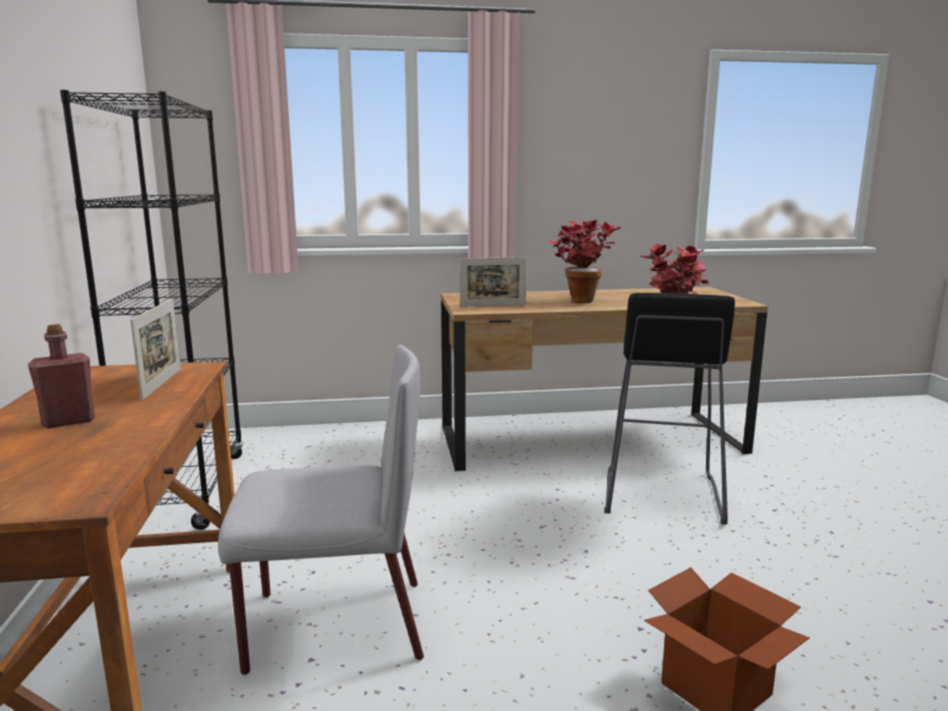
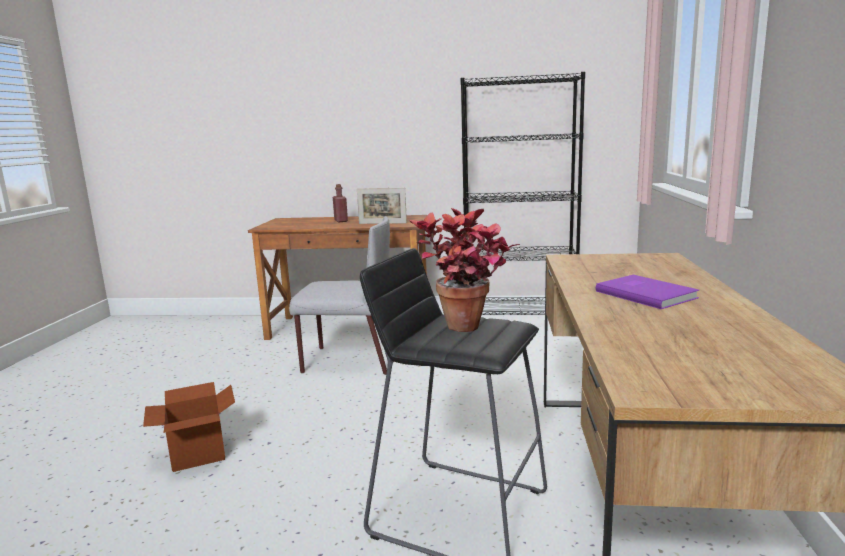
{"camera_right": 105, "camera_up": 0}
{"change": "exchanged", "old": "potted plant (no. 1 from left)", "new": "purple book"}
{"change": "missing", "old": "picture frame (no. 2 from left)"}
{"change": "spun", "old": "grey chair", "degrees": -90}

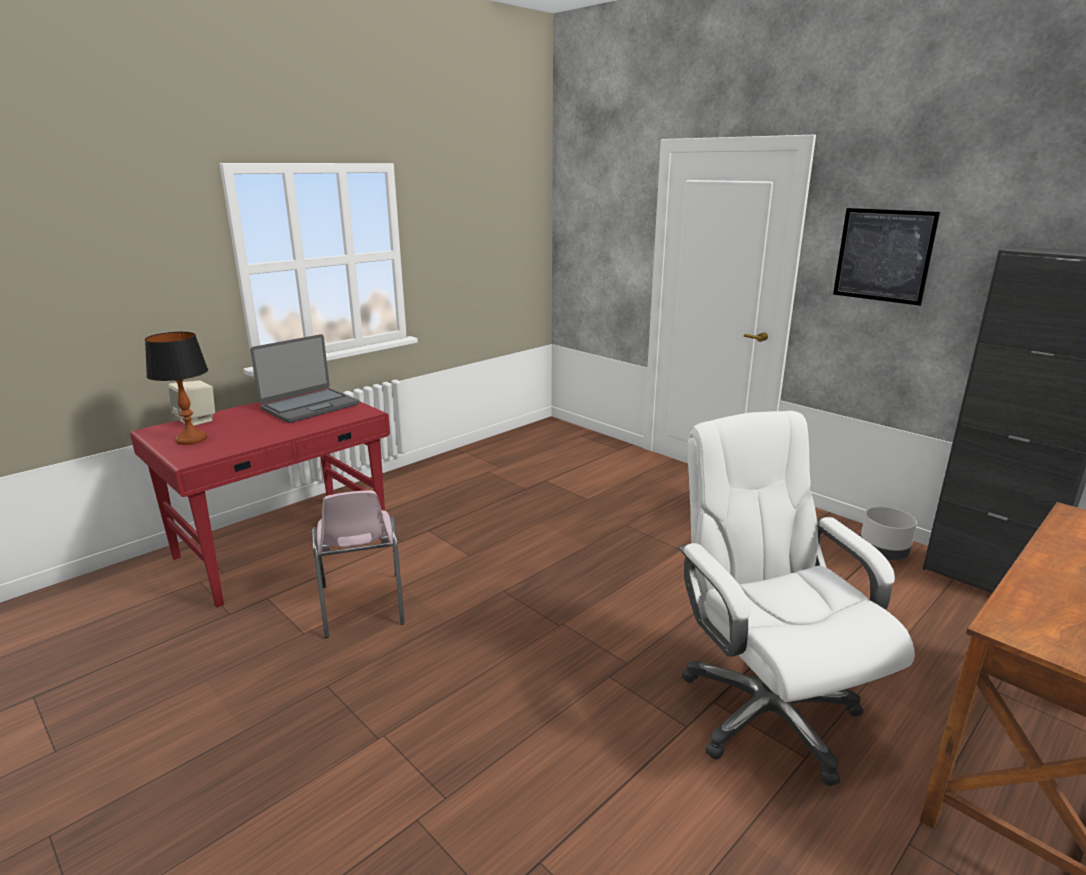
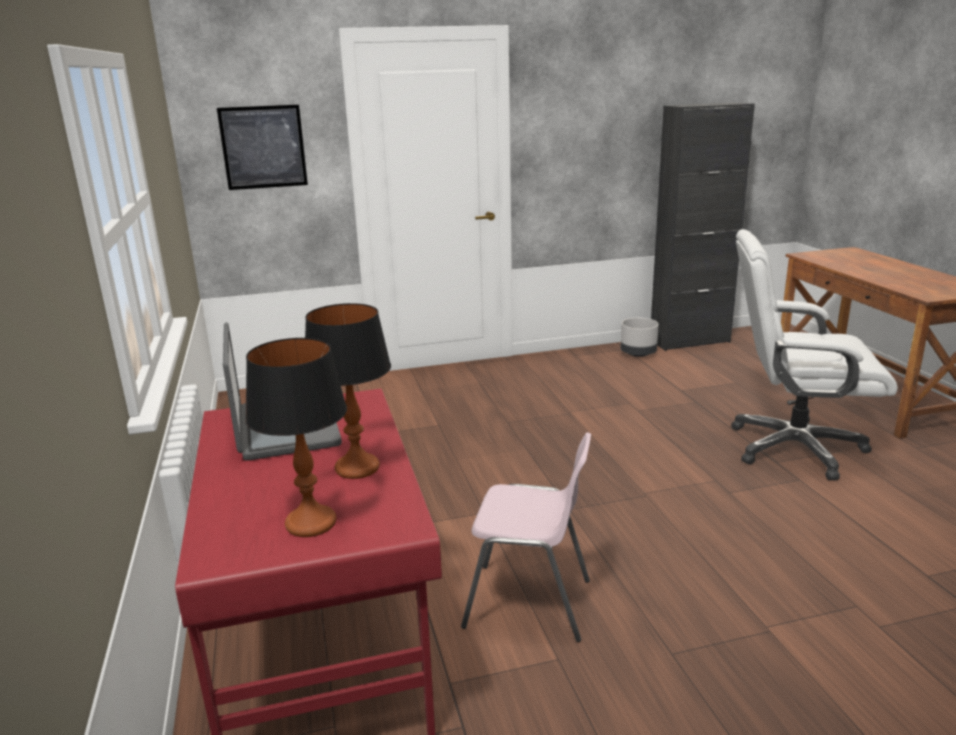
{"camera_right": -60, "camera_up": 0}
{"change": "relocated", "old": "picture"}
{"change": "missing", "old": "beige speaker"}
{"change": "appeared", "new": "table lamp (no. 2 from left)"}

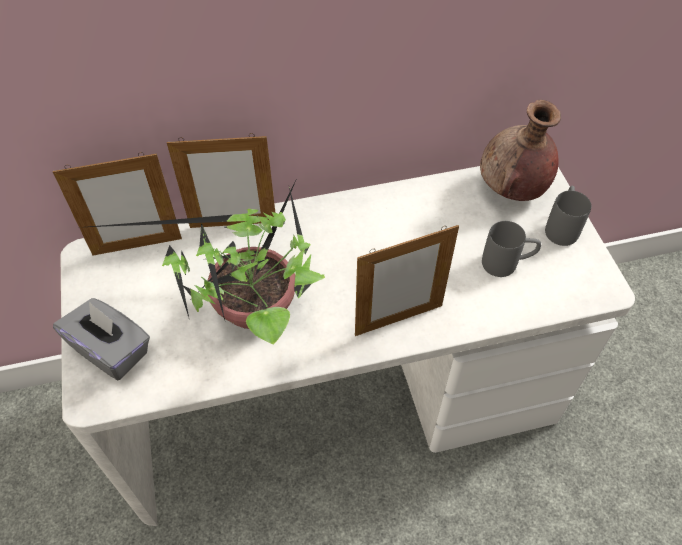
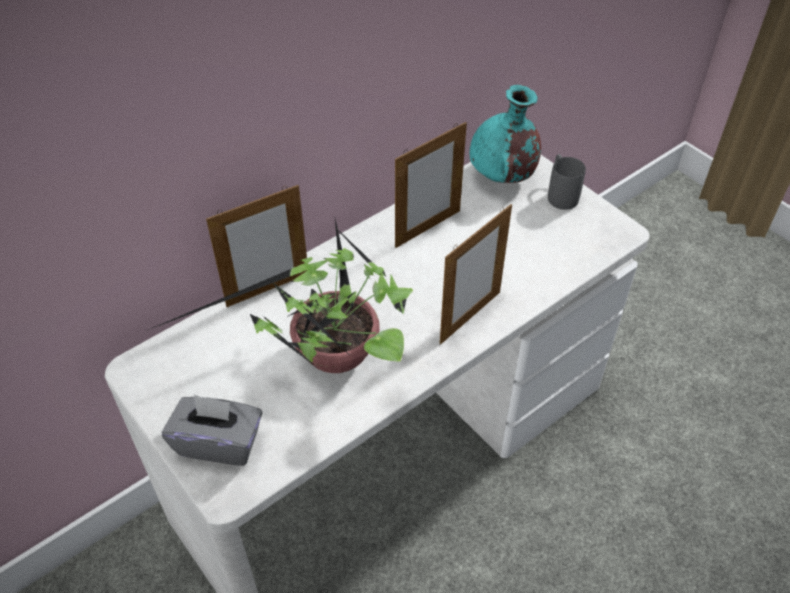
{"camera_right": -25, "camera_up": -5}
{"change": "colour", "old": "brown vase", "new": "turquoise vase"}
{"change": "relocated", "old": "picture frame (no. 1 from left in the first image)", "new": "picture frame (no. 2 from left)"}
{"change": "missing", "old": "grey mug (no. 1 from left)"}

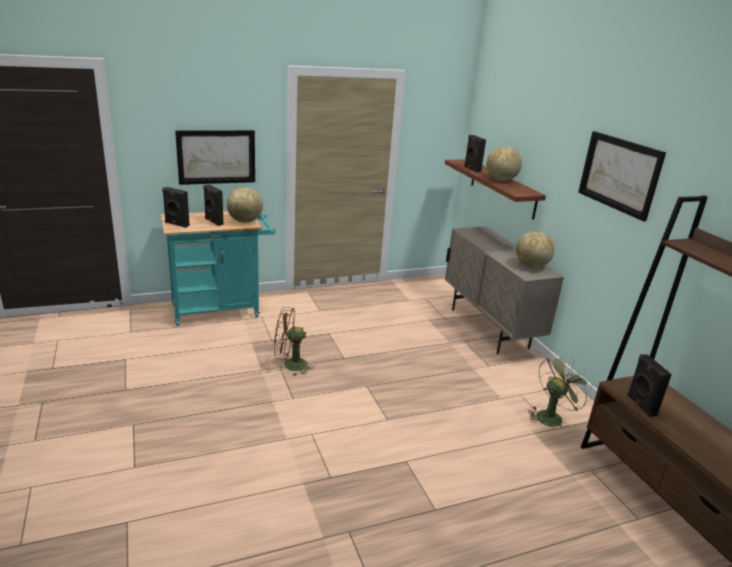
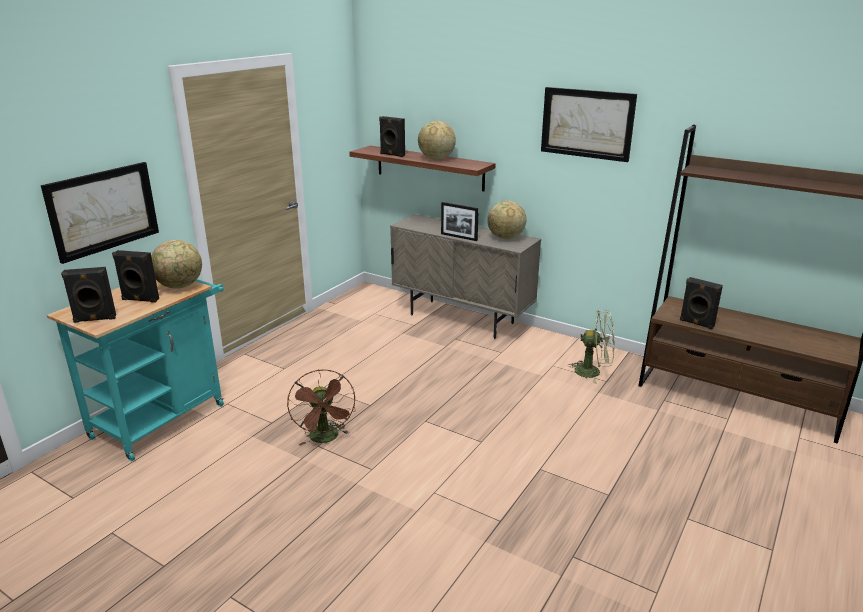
{"camera_right": -35, "camera_up": 0}
{"change": "spun", "old": "brown fan", "degrees": -60}
{"change": "spun", "old": "green fan", "degrees": 90}
{"change": "appeared", "new": "picture frame"}

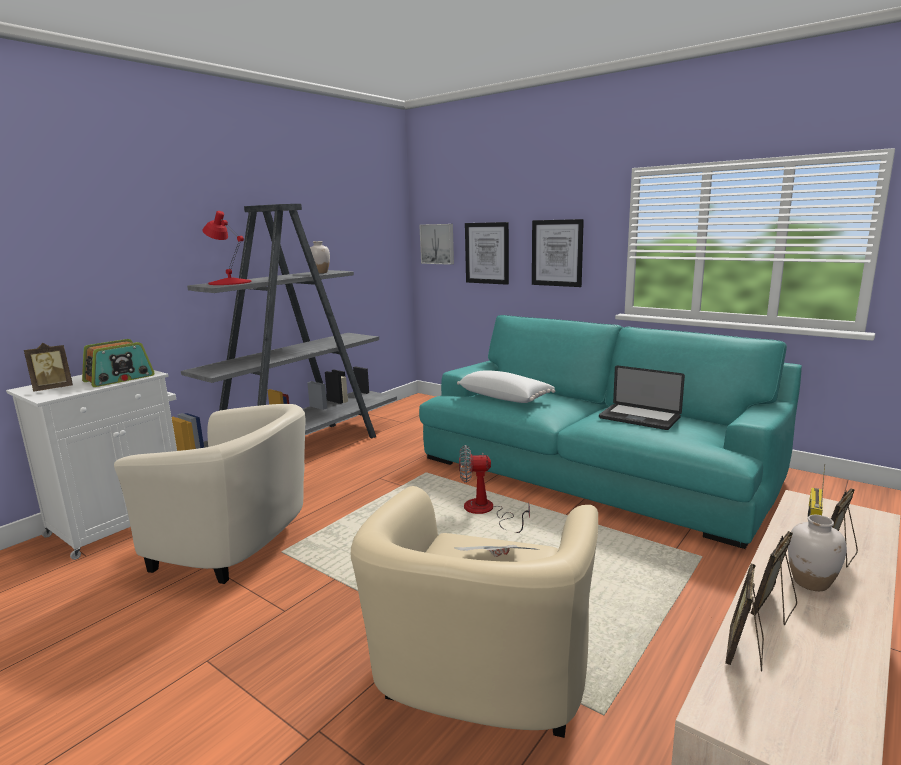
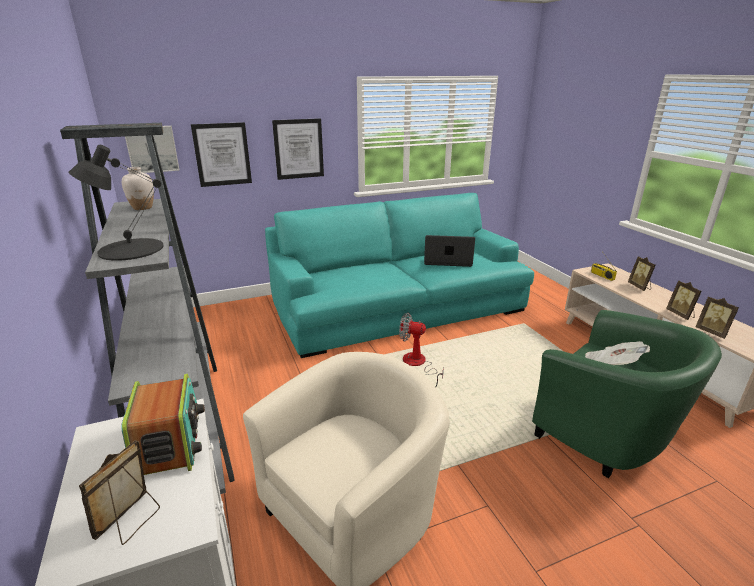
{"camera_right": -60, "camera_up": 10}
{"change": "colour", "old": "red table lamp", "new": "black table lamp"}
{"change": "spun", "old": "picture frame (no. 1 from left)", "degrees": -150}
{"change": "spun", "old": "laptop", "degrees": -150}
{"change": "missing", "old": "white pillow"}
{"change": "spun", "old": "fan", "degrees": 75}
{"change": "colour", "old": "beige armchair (no. 2 from left)", "new": "green armchair"}
{"change": "missing", "old": "white vase (no. 2 from left)"}

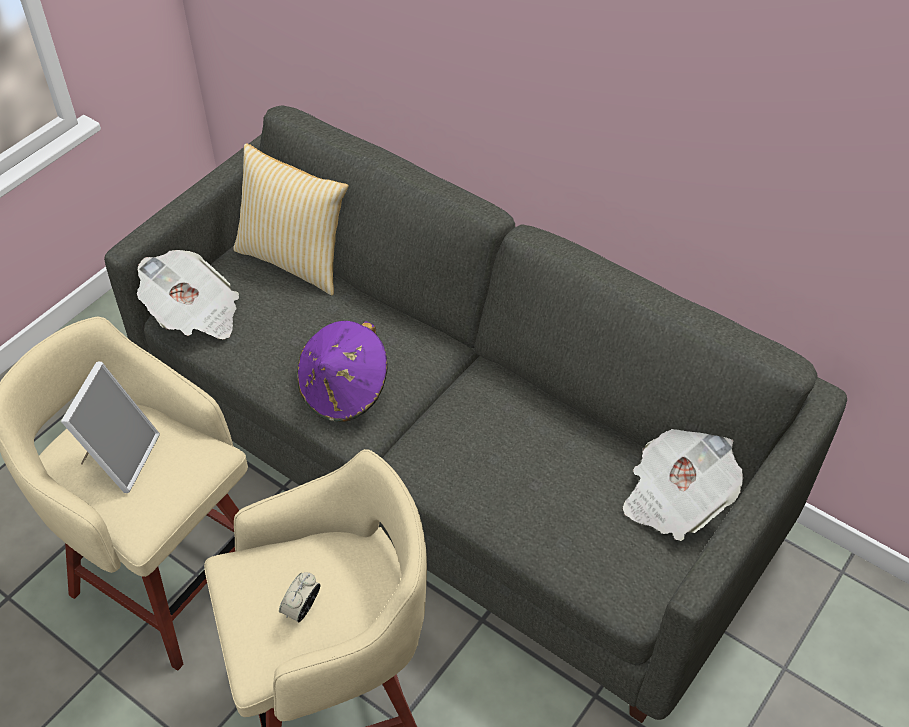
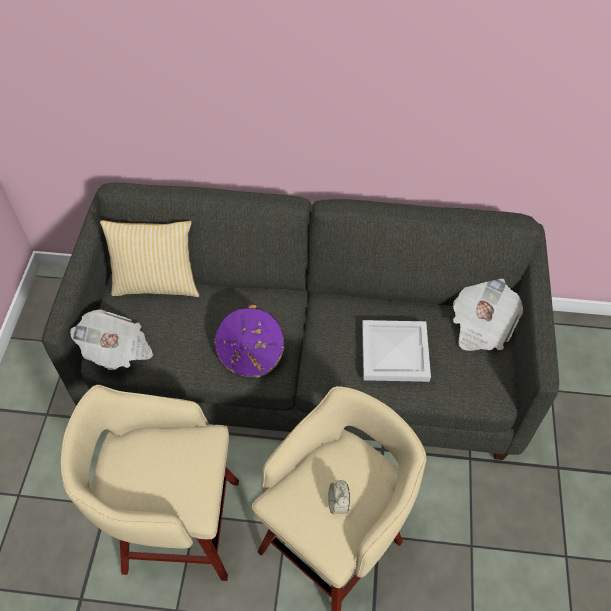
{"camera_right": -30, "camera_up": 5}
{"change": "missing", "old": "picture frame"}
{"change": "appeared", "new": "white tray"}

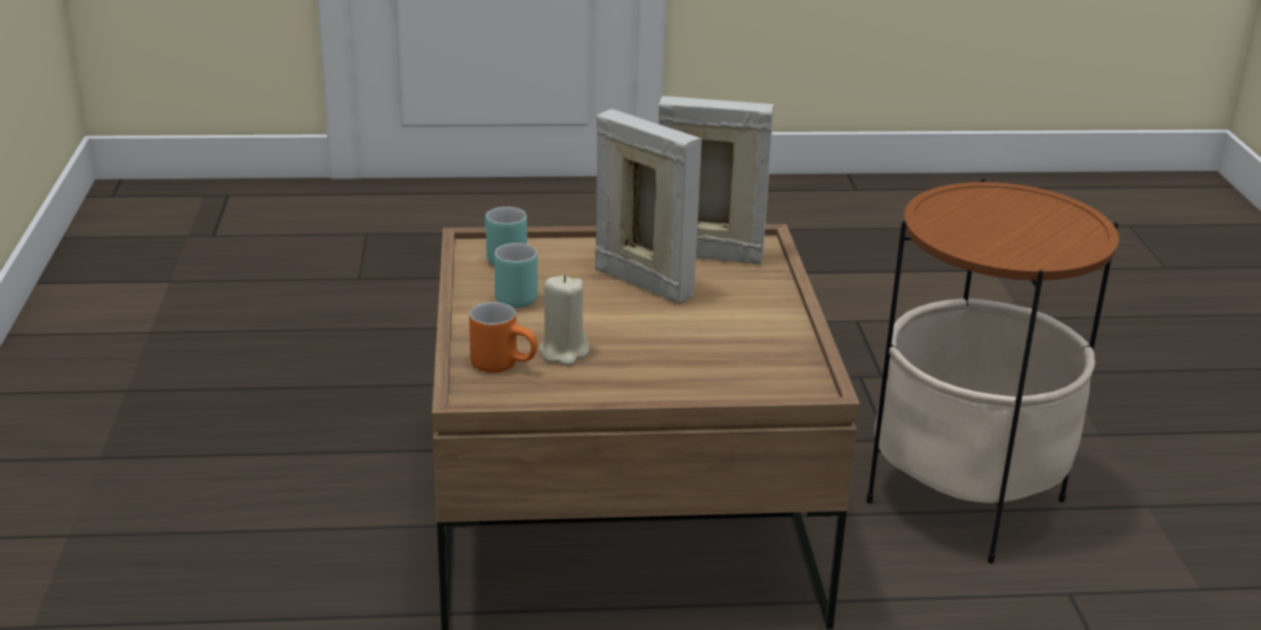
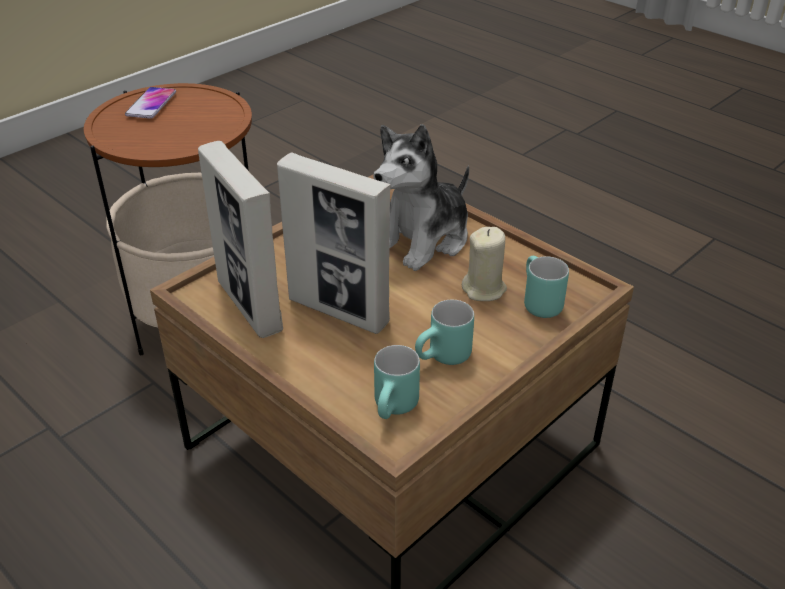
{"camera_right": -130, "camera_up": 10}
{"change": "spun", "old": "picture frame (no. 1 from left in the first image)", "degrees": -60}
{"change": "colour", "old": "orange mug", "new": "turquoise mug (no. 3 from left)"}
{"change": "appeared", "new": "phone"}
{"change": "appeared", "new": "plush toy"}

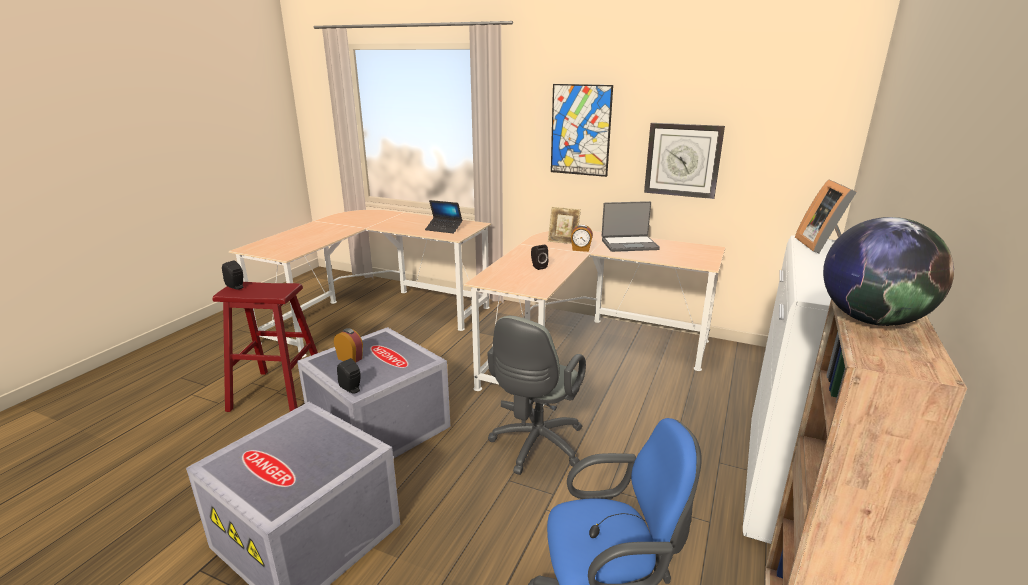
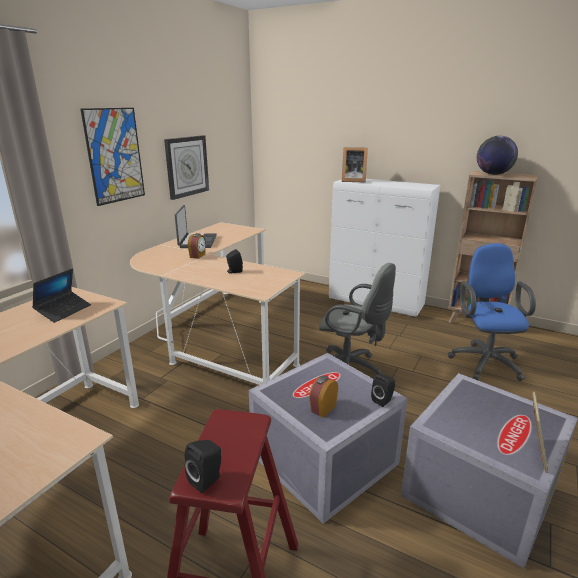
{"camera_right": -85, "camera_up": 0}
{"change": "relocated", "old": "picture frame (no. 1 from left in the first image)", "new": "picture frame (no. 2 from left)"}

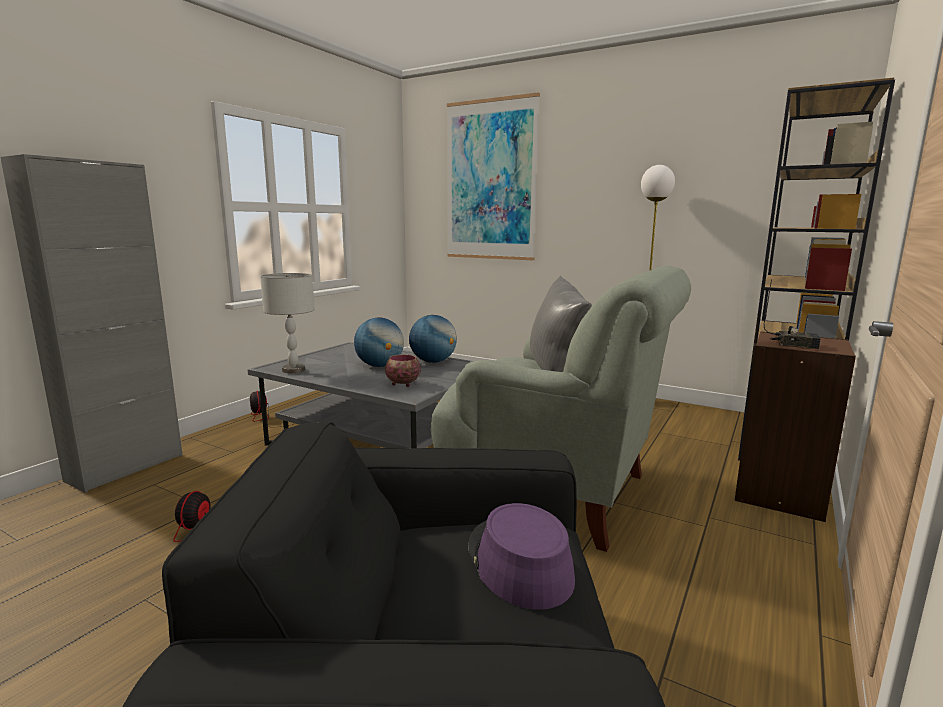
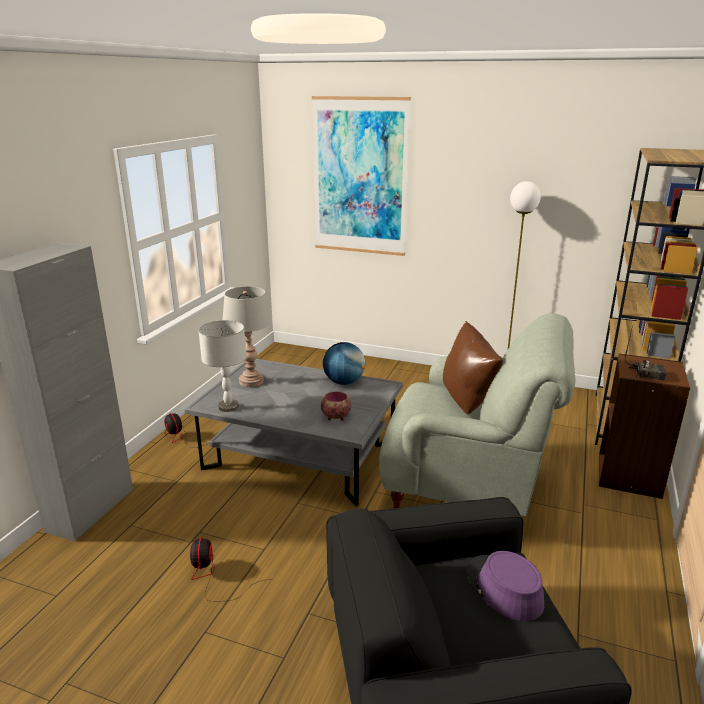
{"camera_right": -10, "camera_up": 10}
{"change": "colour", "old": "grey pillow", "new": "brown pillow"}
{"change": "missing", "old": "globe (no. 1 from left)"}
{"change": "appeared", "new": "grey table lamp (no. 2 from left)"}

